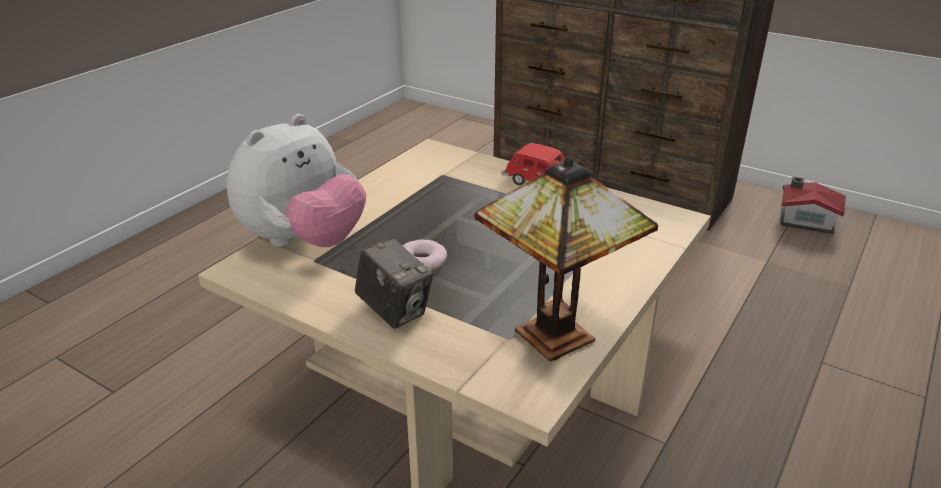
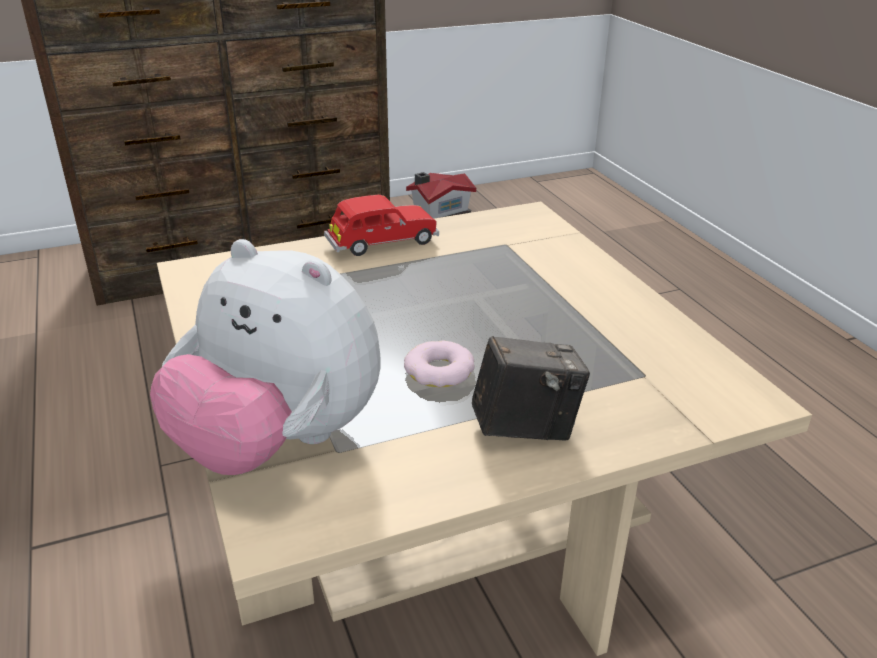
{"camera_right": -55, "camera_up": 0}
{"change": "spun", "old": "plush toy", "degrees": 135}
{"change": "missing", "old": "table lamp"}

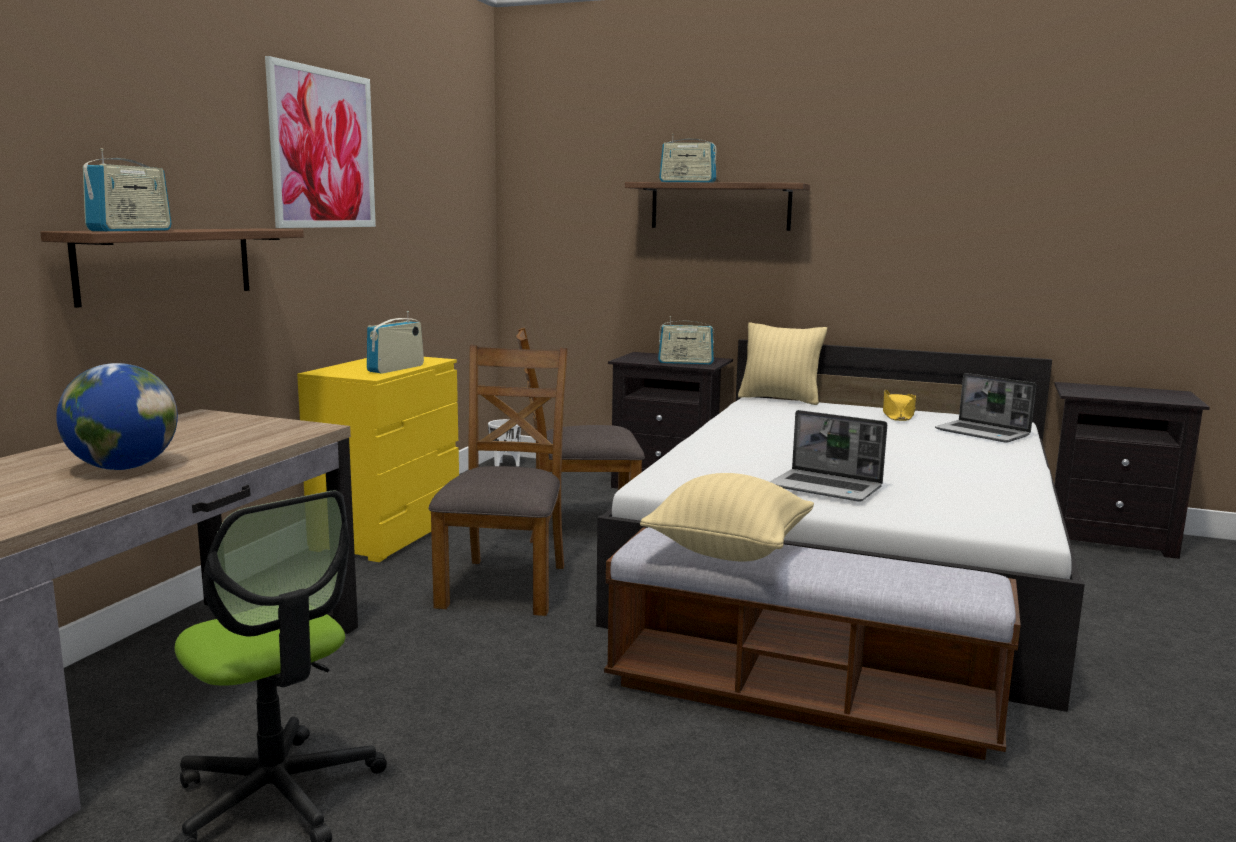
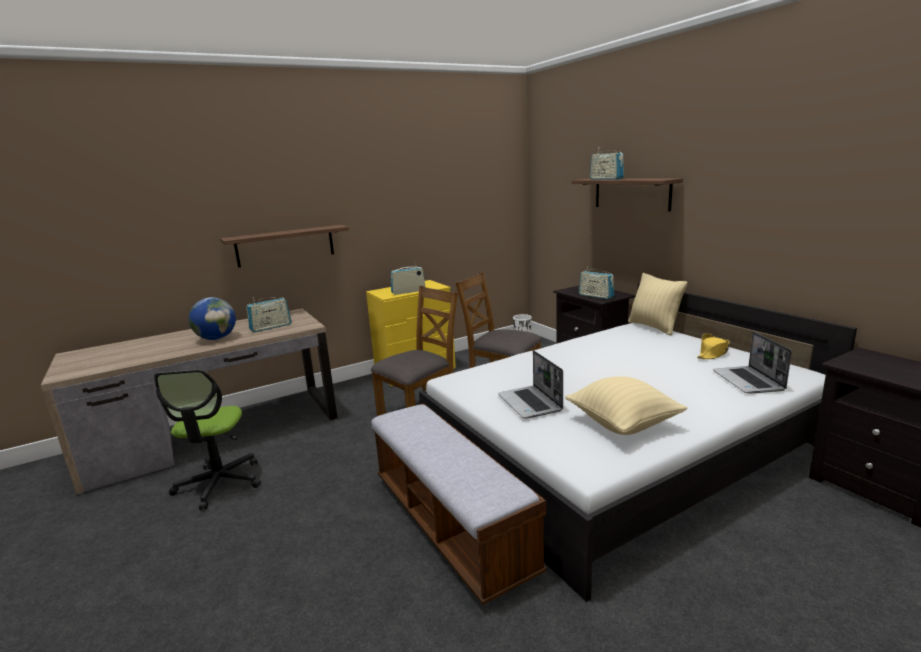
{"camera_right": 40, "camera_up": 5}
{"change": "missing", "old": "picture"}
{"change": "relocated", "old": "radio (no. 1 from left)"}
{"change": "relocated", "old": "beige pillow (no. 1 from left)"}

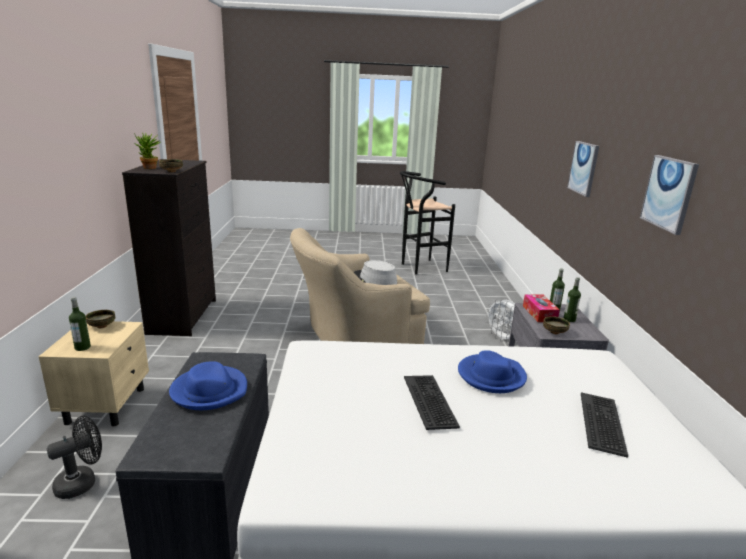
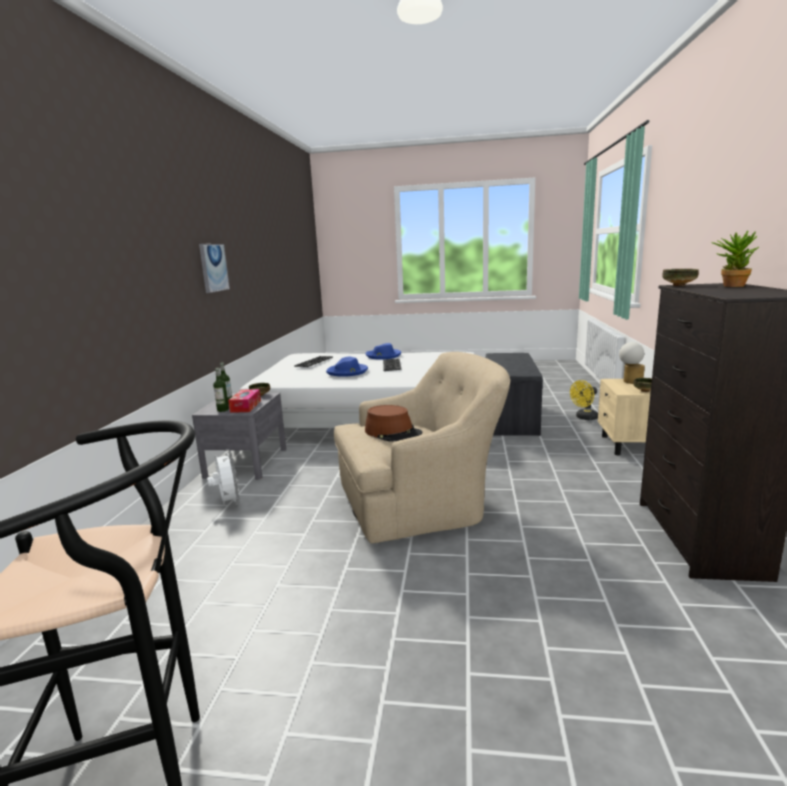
{"camera_right": -170, "camera_up": -5}
{"change": "missing", "old": "picture (no. 1 from left)"}
{"change": "colour", "old": "grey hat", "new": "brown hat"}
{"change": "exchanged", "old": "bottle (no. 1 from left)", "new": "table lamp"}
{"change": "relocated", "old": "blue hat (no. 1 from left in the first image)", "new": "blue hat (no. 2 from left)"}
{"change": "colour", "old": "black fan", "new": "yellow fan"}

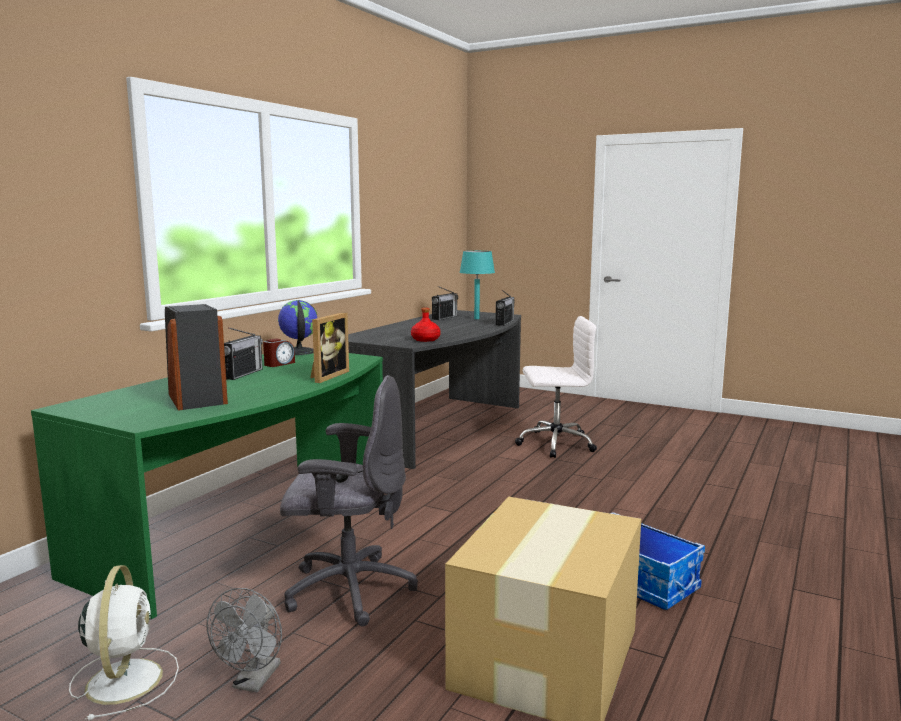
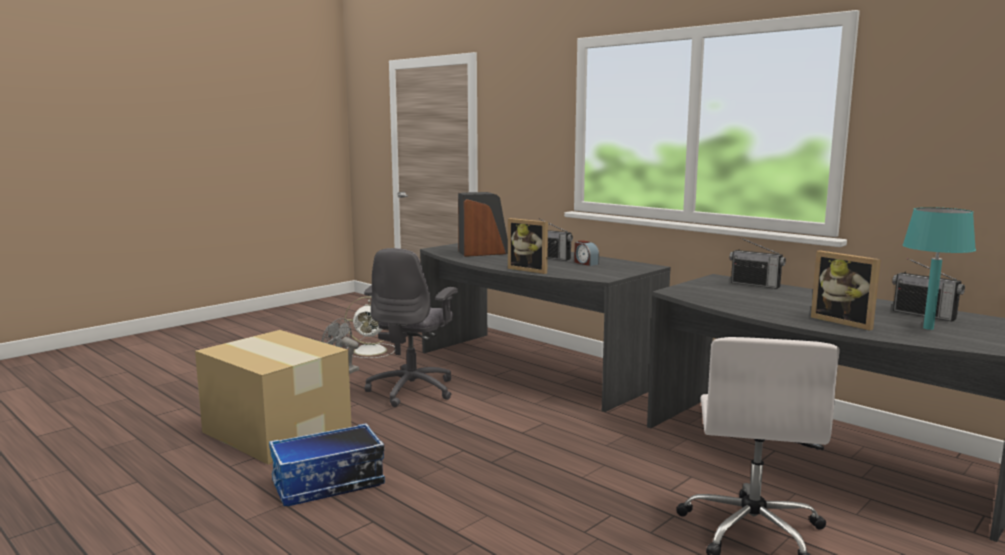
{"camera_right": 105, "camera_up": 0}
{"change": "relocated", "old": "radio (no. 3 from left in the first image)", "new": "radio (no. 2 from left)"}
{"change": "missing", "old": "globe"}
{"change": "missing", "old": "red bottle"}
{"change": "colour", "old": "green desk", "new": "grey desk (no. 1 from left)"}
{"change": "appeared", "new": "picture frame (no. 2 from left)"}

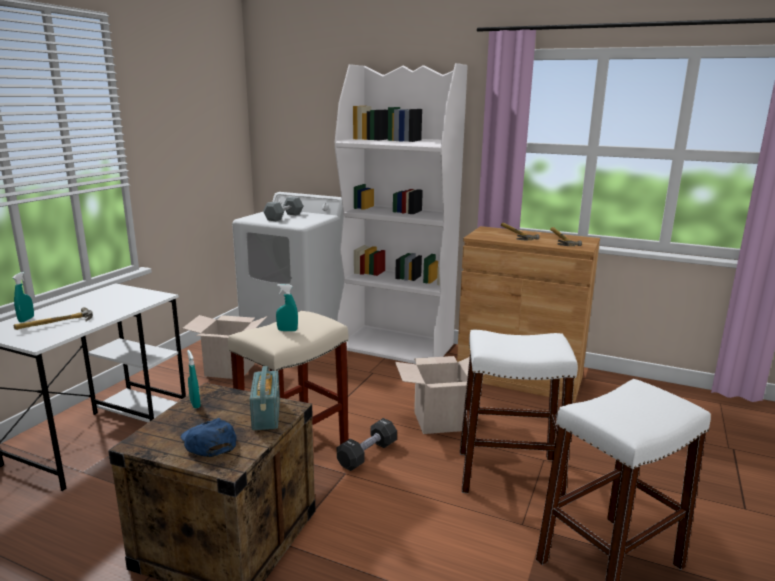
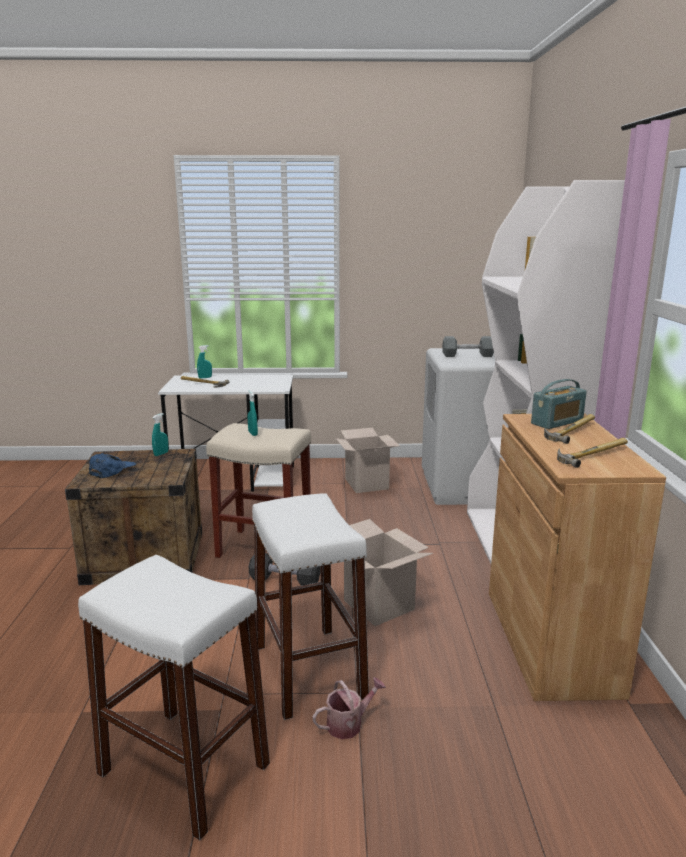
{"camera_right": 65, "camera_up": 0}
{"change": "relocated", "old": "radio"}
{"change": "appeared", "new": "watering can"}

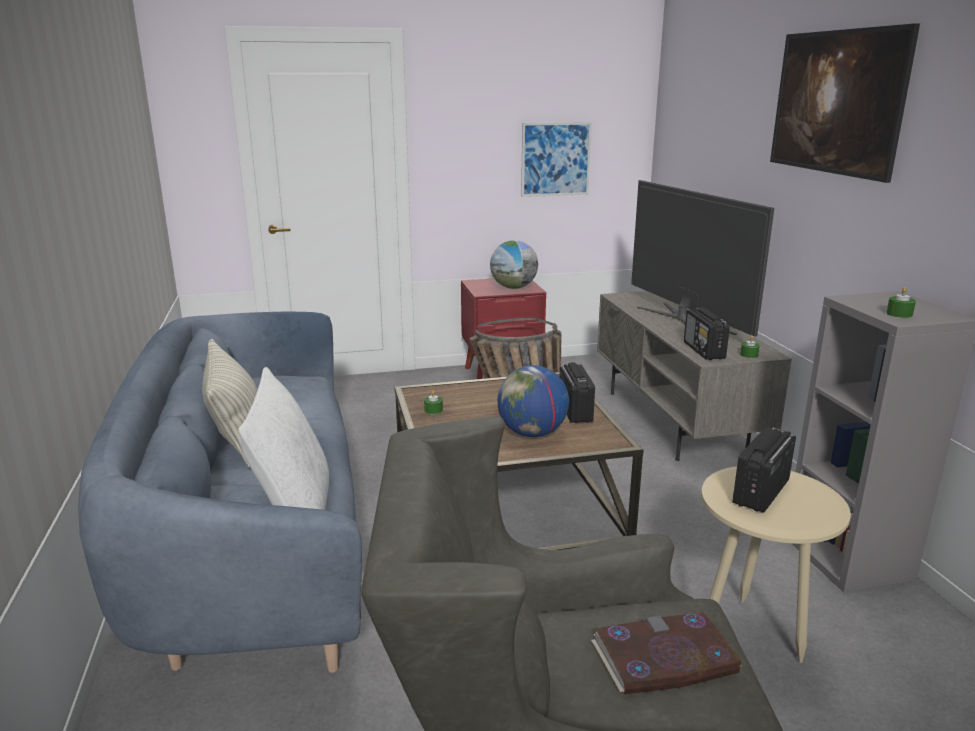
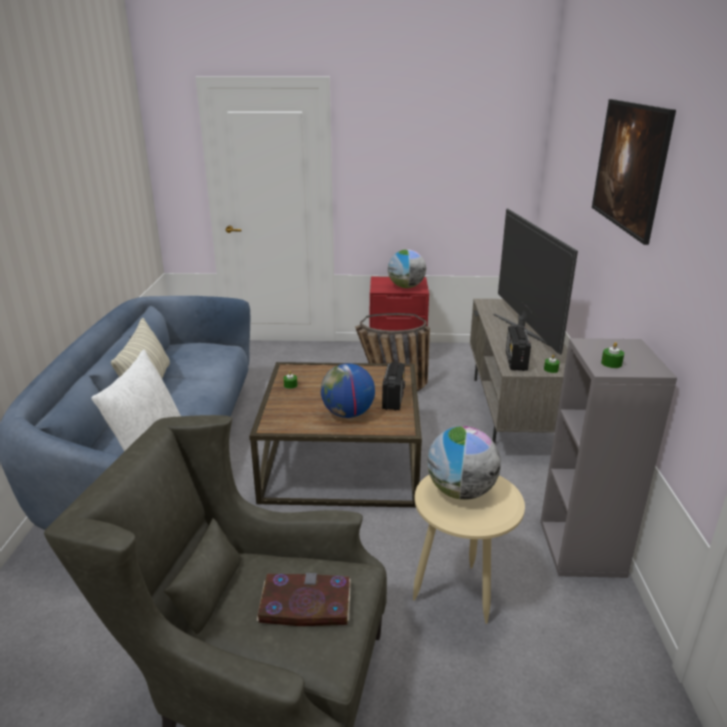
{"camera_right": 15, "camera_up": 5}
{"change": "missing", "old": "picture (no. 1 from left)"}
{"change": "exchanged", "old": "radio (no. 3 from left)", "new": "globe (no. 3 from left)"}

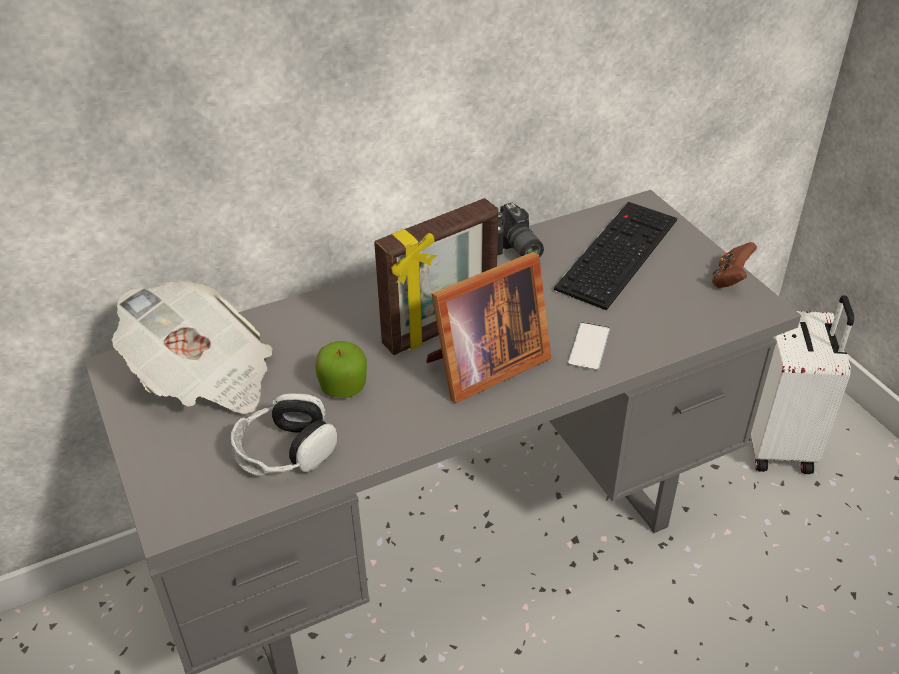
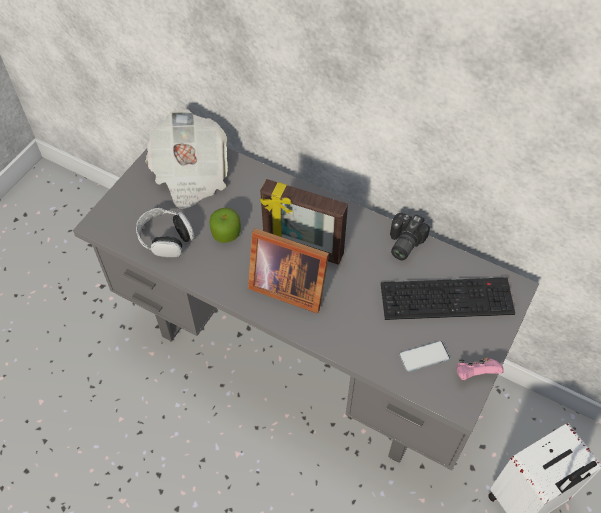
{"camera_right": 55, "camera_up": 15}
{"change": "colour", "old": "brown game controller", "new": "pink game controller"}
{"change": "relocated", "old": "phone"}

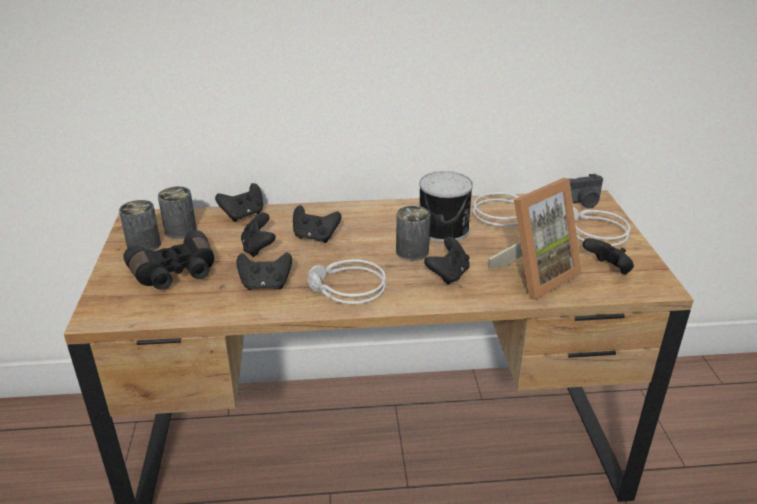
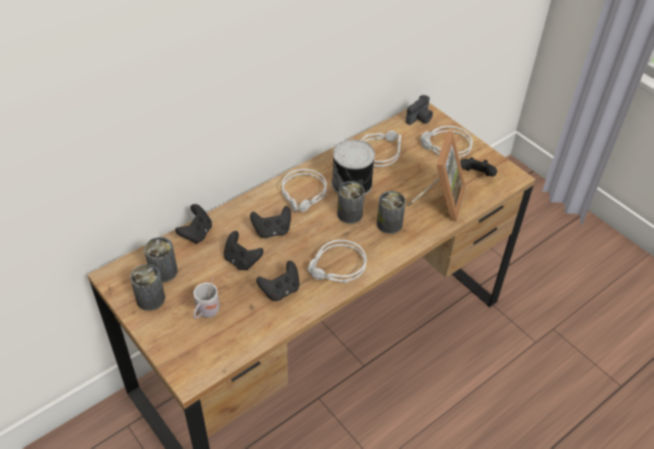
{"camera_right": -35, "camera_up": 15}
{"change": "exchanged", "old": "black binoculars", "new": "white mug"}
{"change": "exchanged", "old": "black game controller (no. 5 from left)", "new": "can (no. 5 from left)"}
{"change": "appeared", "new": "grey headphones (no. 1 from left)"}

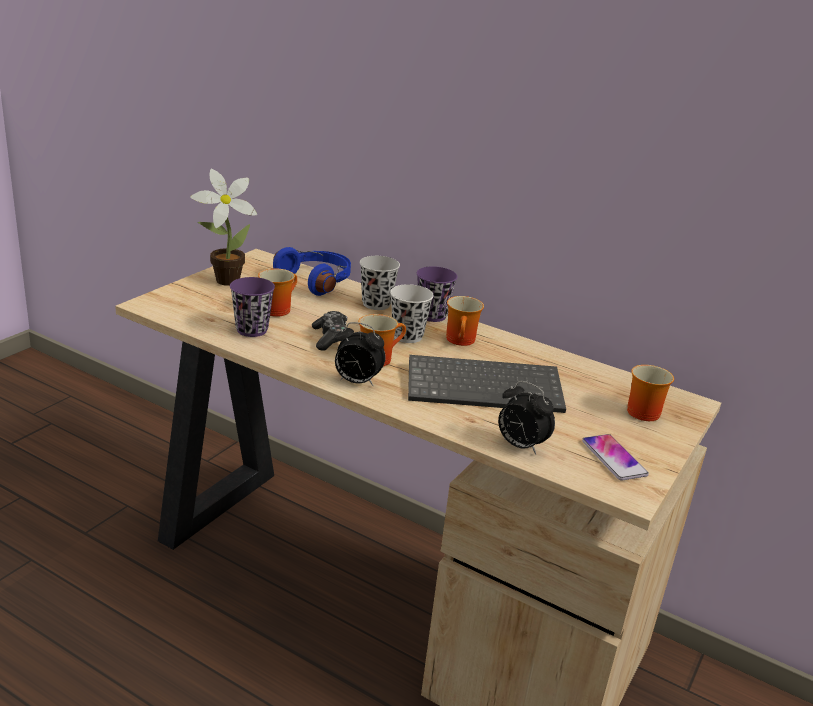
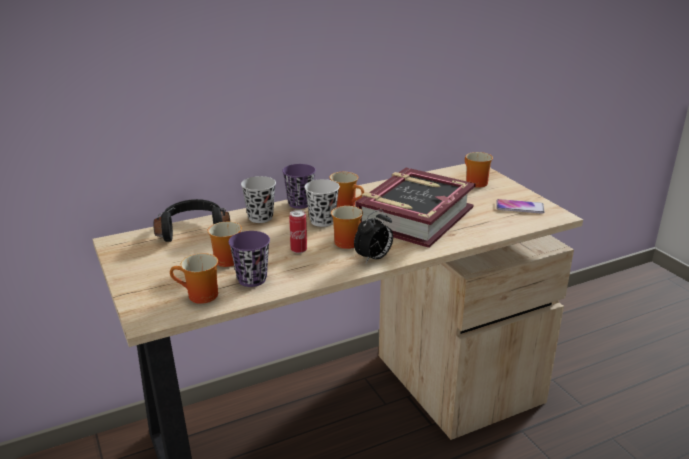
{"camera_right": -55, "camera_up": 0}
{"change": "missing", "old": "potted plant"}
{"change": "colour", "old": "blue headphones", "new": "black headphones"}
{"change": "exchanged", "old": "game controller", "new": "can"}
{"change": "exchanged", "old": "keyboard", "new": "book"}
{"change": "missing", "old": "alarm clock (no. 2 from left)"}
{"change": "appeared", "new": "mug (no. 1 from left)"}

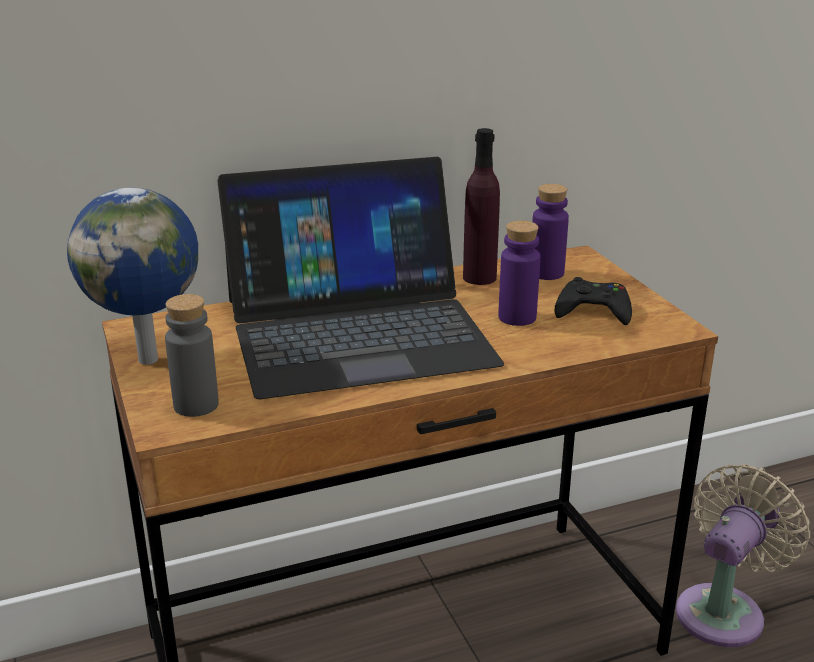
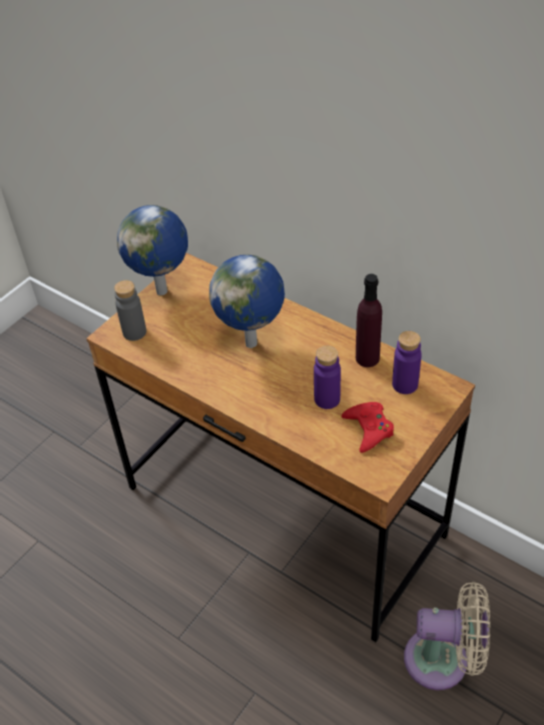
{"camera_right": 60, "camera_up": 20}
{"change": "exchanged", "old": "laptop", "new": "globe (no. 2 from left)"}
{"change": "colour", "old": "black game controller", "new": "red game controller"}

